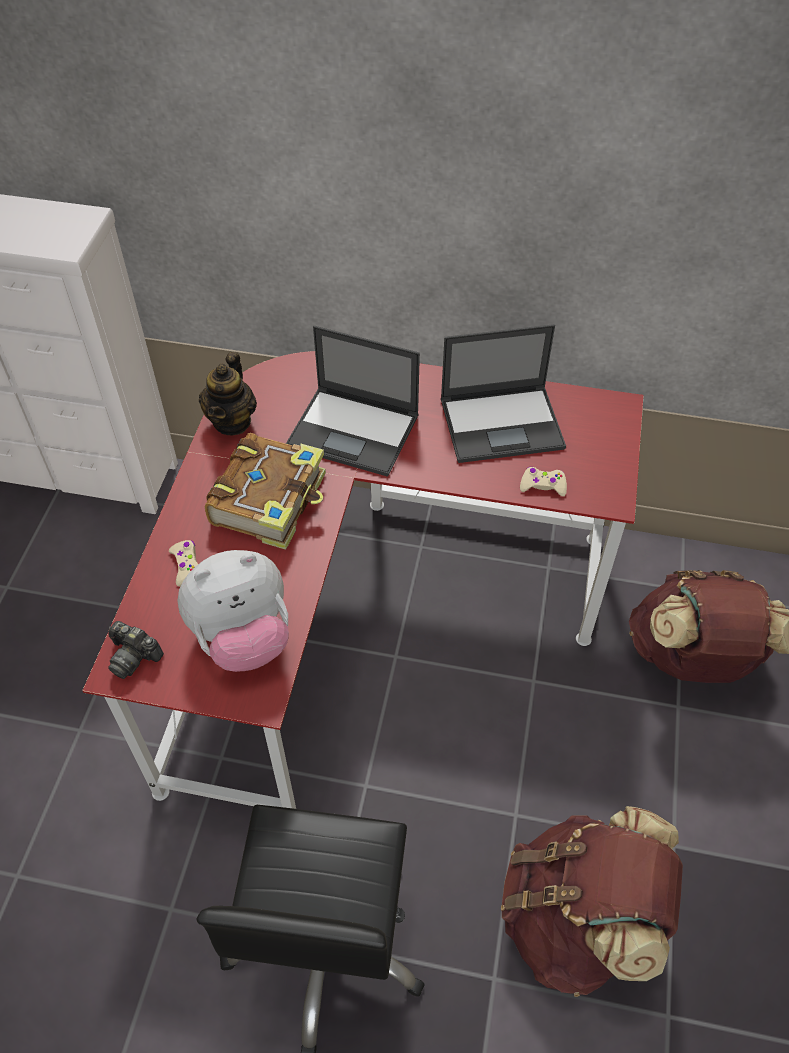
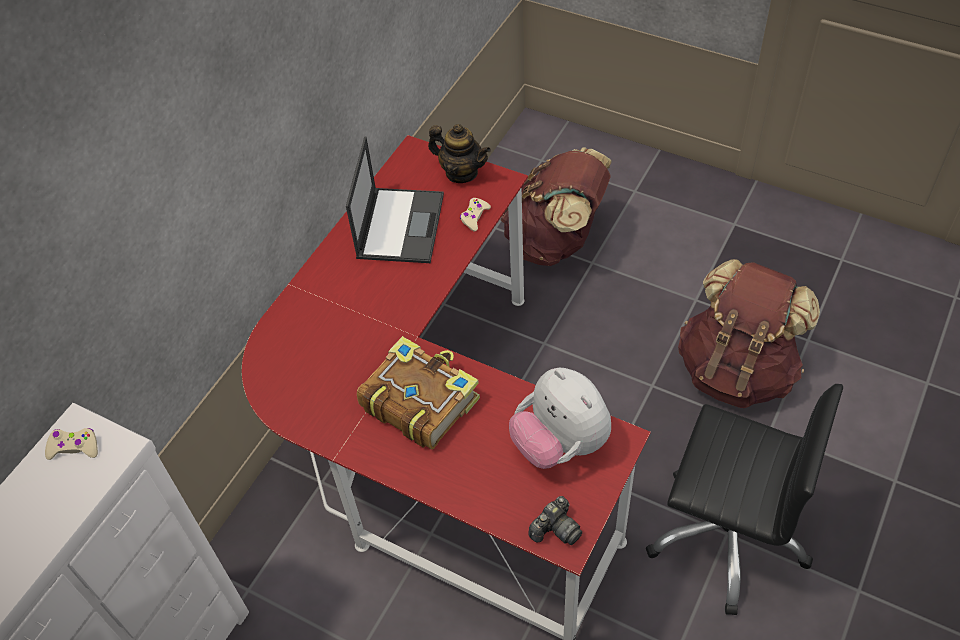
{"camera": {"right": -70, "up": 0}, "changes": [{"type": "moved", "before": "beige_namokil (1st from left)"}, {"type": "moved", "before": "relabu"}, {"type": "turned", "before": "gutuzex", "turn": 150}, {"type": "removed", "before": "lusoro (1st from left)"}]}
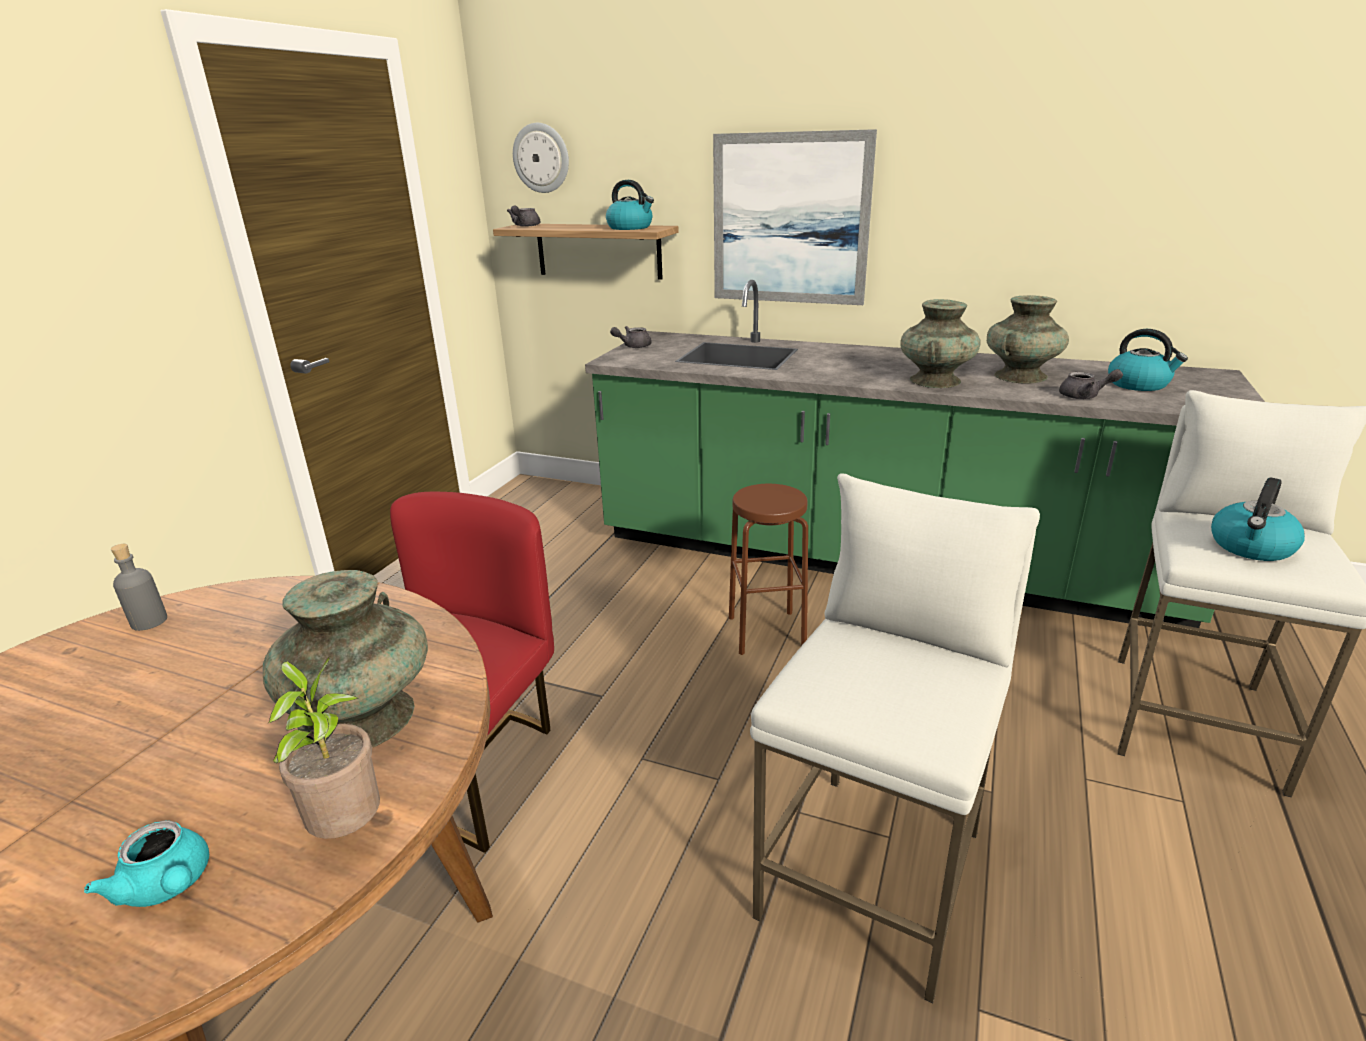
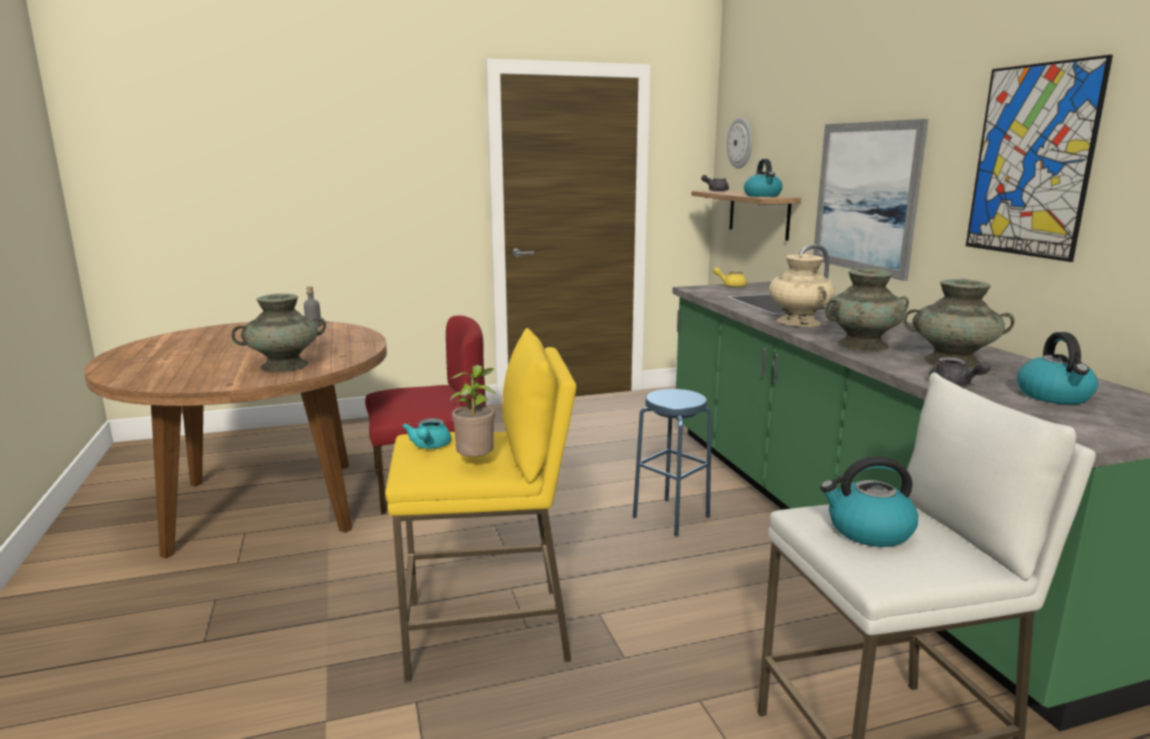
{"camera": {"right": 50, "up": -10}, "changes": [{"type": "recoloured", "before": "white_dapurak (1st from left)", "after": "yellow_dapurak"}, {"type": "moved", "before": "turquoise_relabu"}, {"type": "moved", "before": "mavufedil"}, {"type": "recoloured", "before": "brown_dapurak", "after": "blue_dapurak"}, {"type": "recoloured", "before": "grey_relabu (2nd from left)", "after": "yellow_relabu"}, {"type": "added", "after": "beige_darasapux"}, {"type": "added", "after": "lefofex (2nd from left)"}]}
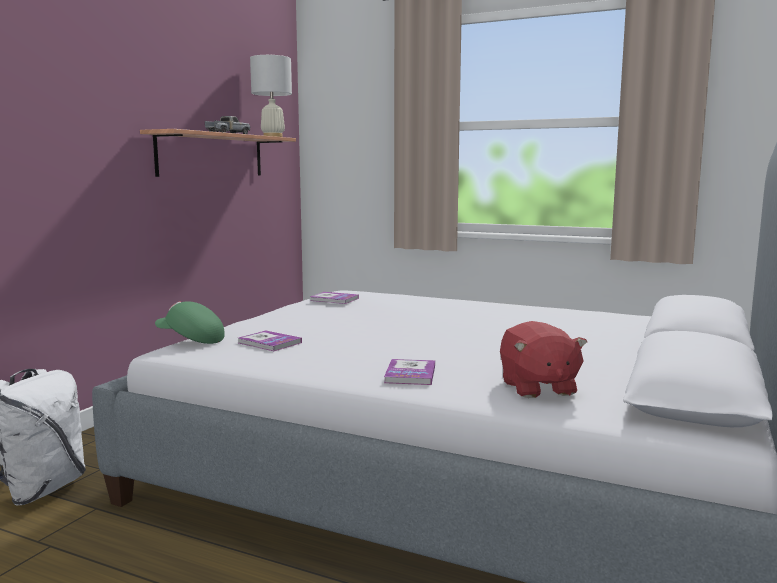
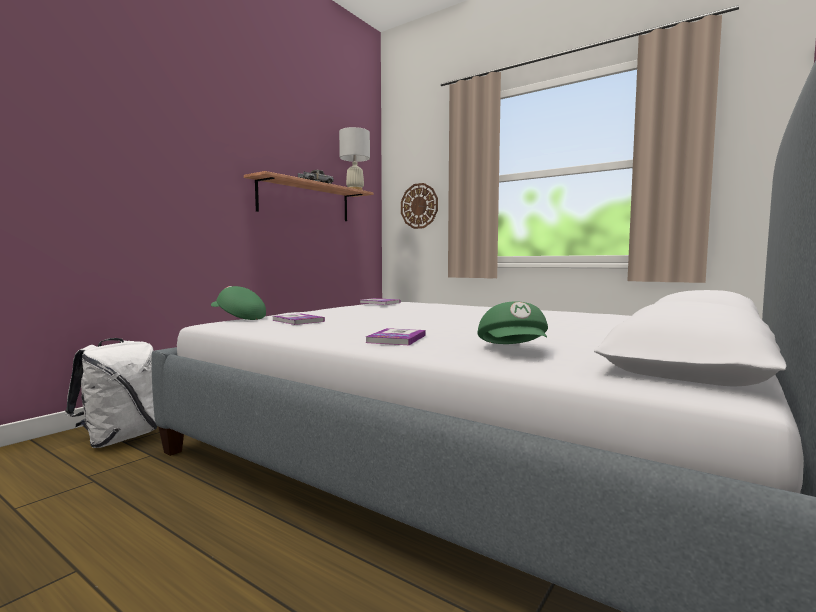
{"camera": {"right": 10, "up": -5}, "changes": [{"type": "added", "after": "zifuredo"}, {"type": "replaced", "before": "red_gutuzex", "after": "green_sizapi (2nd from left)"}]}
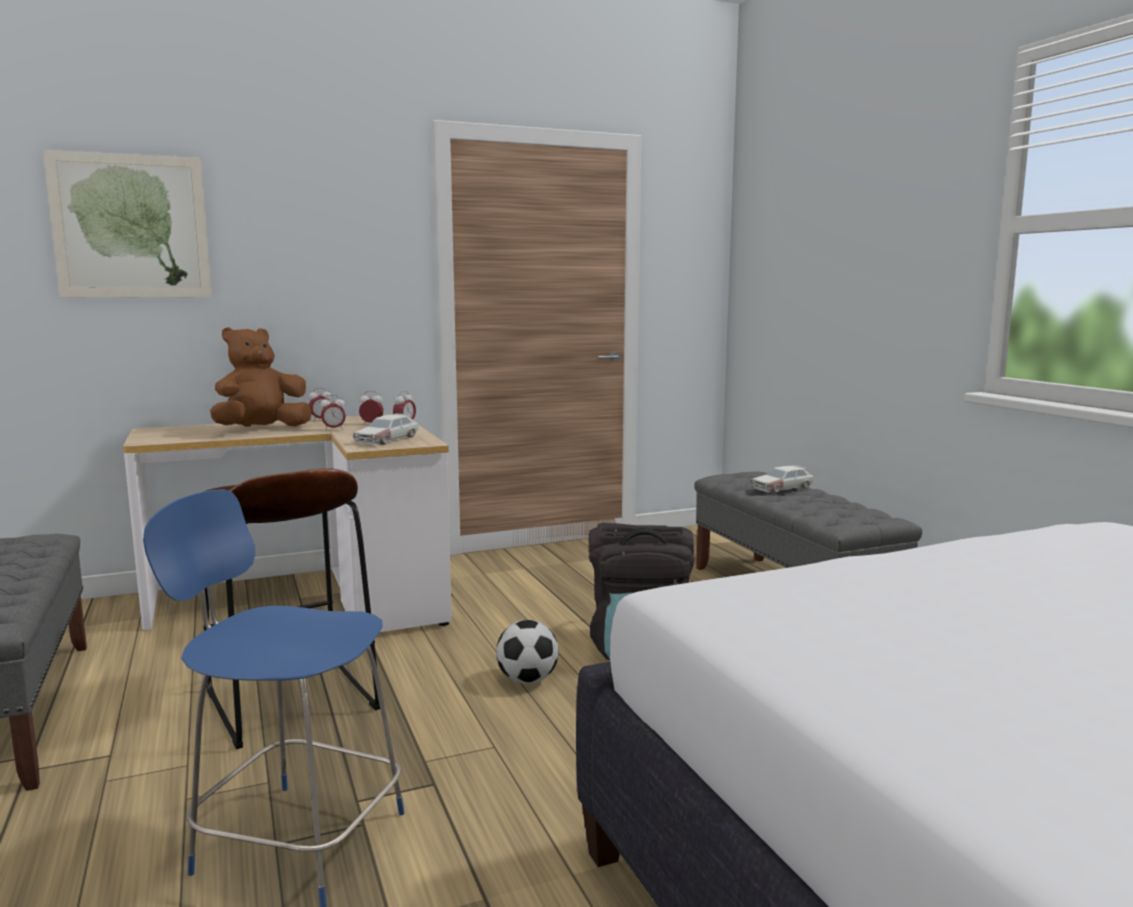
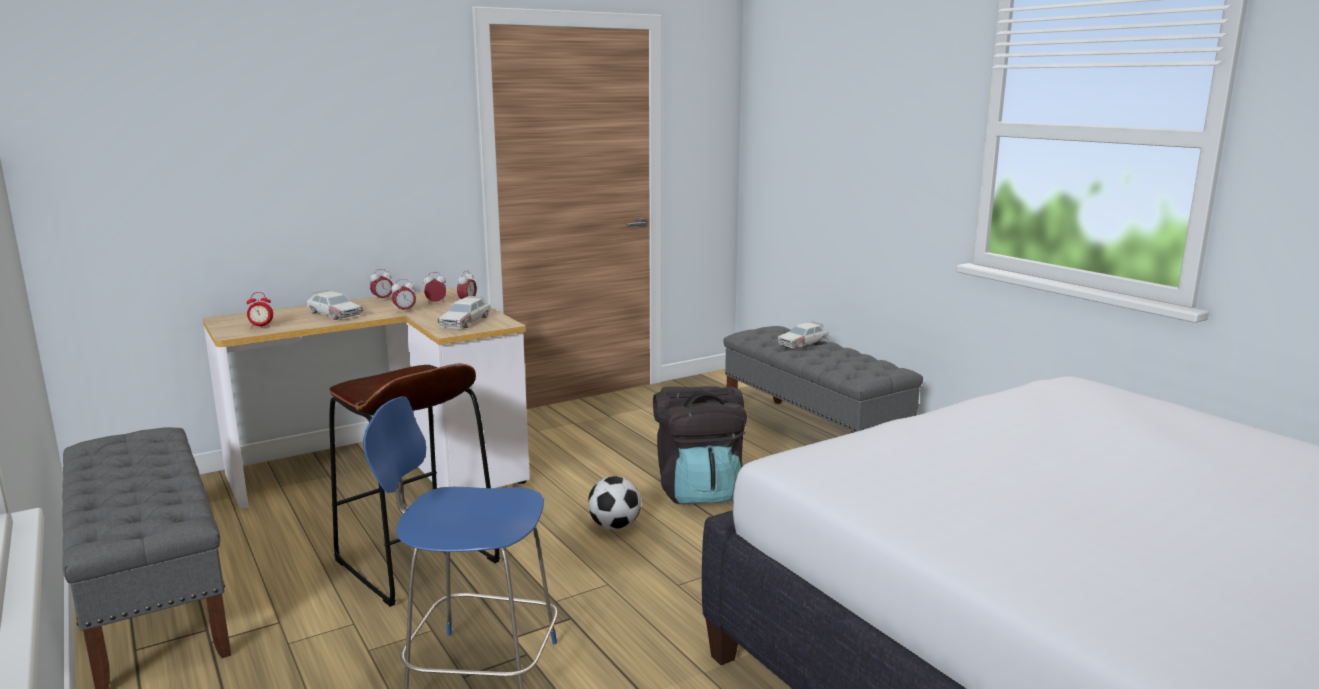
{"camera": {"right": -10, "up": 5}, "changes": [{"type": "added", "after": "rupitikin (1st from left)"}, {"type": "replaced", "before": "brown_gutuzex", "after": "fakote (1st from left)"}, {"type": "removed", "before": "lefofex"}]}
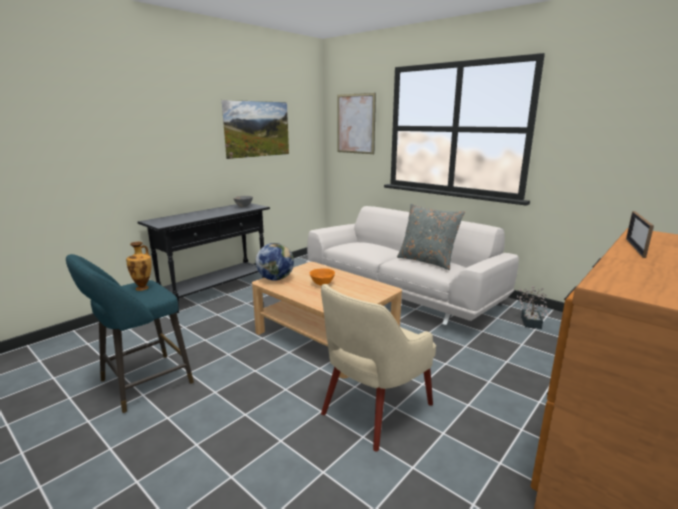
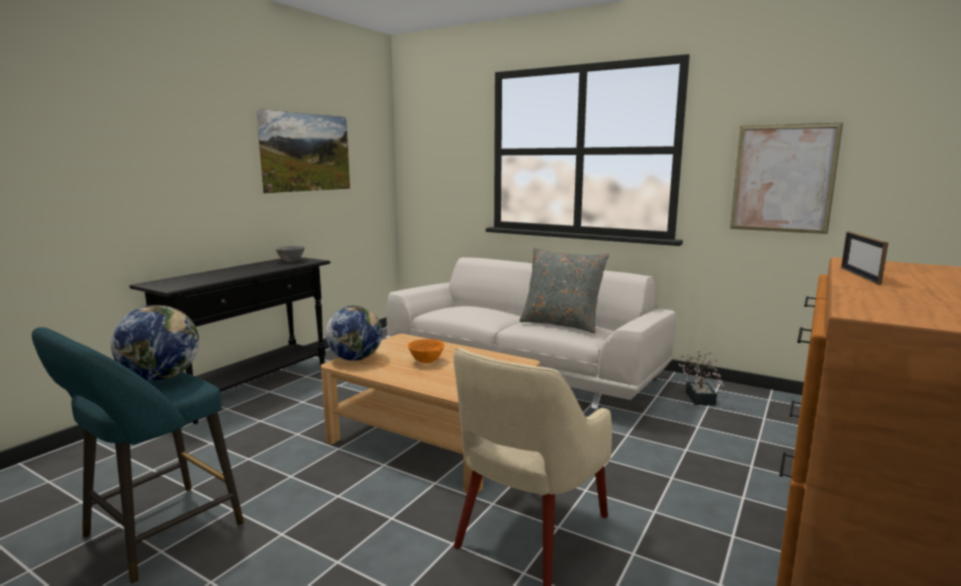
{"camera": {"right": -10, "up": -5}, "changes": [{"type": "replaced", "before": "darasapux", "after": "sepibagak (1st from left)"}, {"type": "moved", "before": "lefofex (2nd from left)"}]}
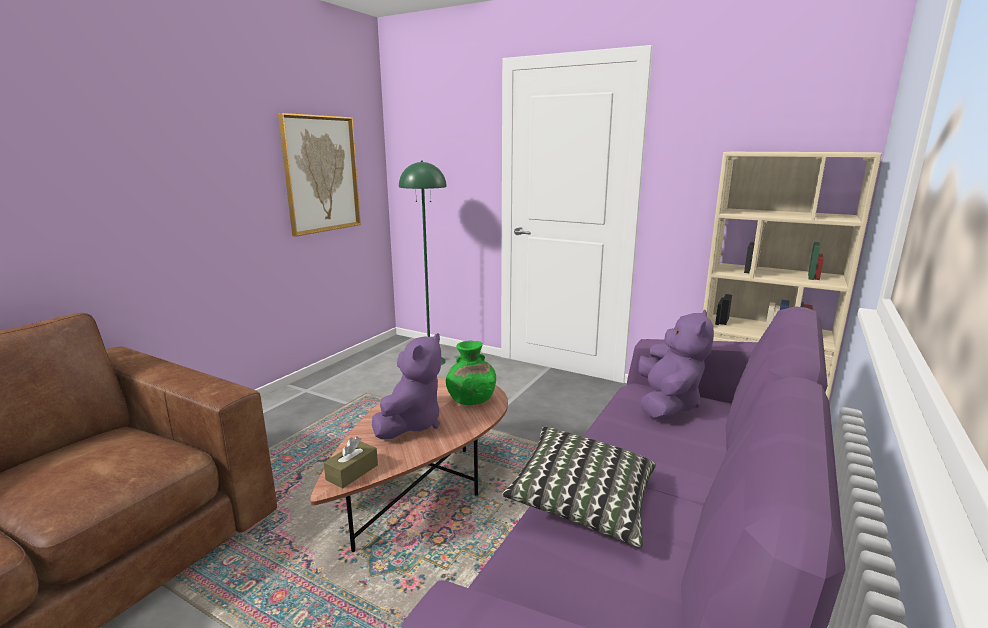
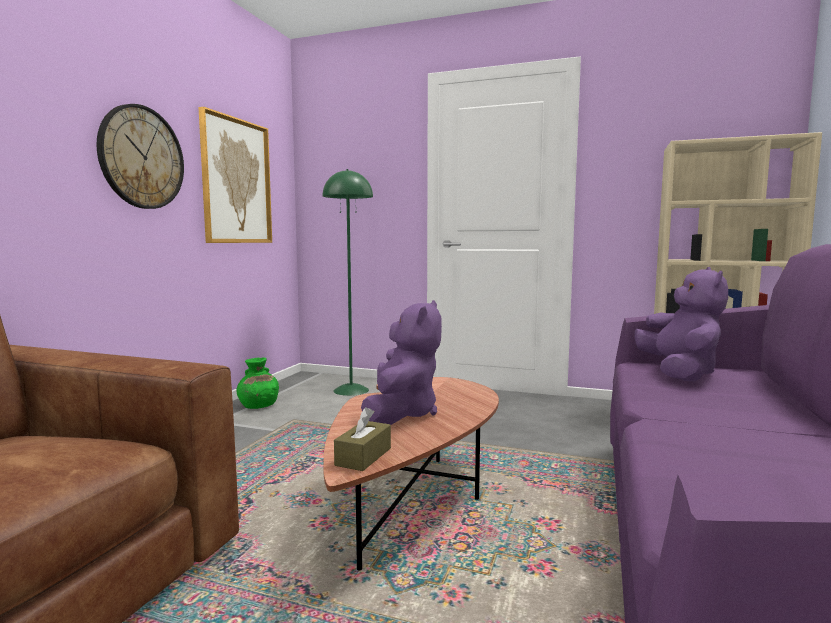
{"camera": {"right": -10, "up": -10}, "changes": [{"type": "added", "after": "zifuredo"}, {"type": "moved", "before": "green_darasapux"}, {"type": "removed", "before": "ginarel"}]}
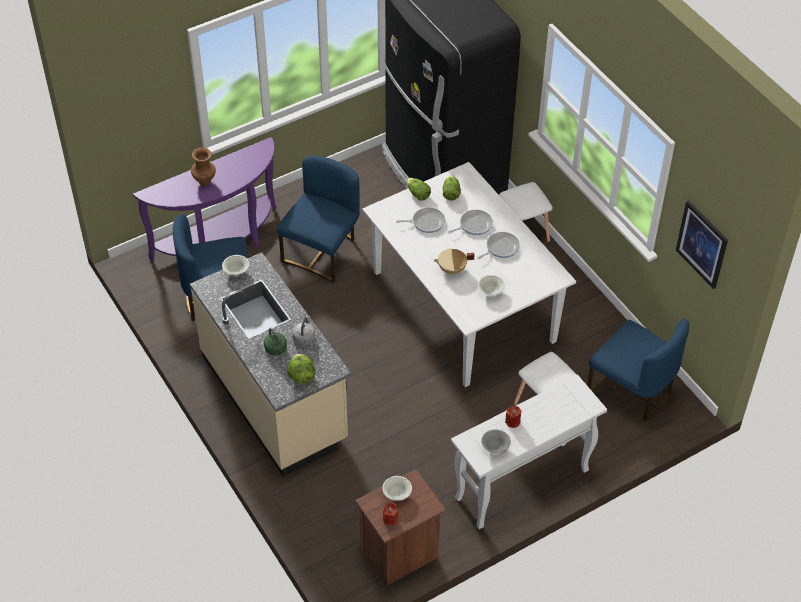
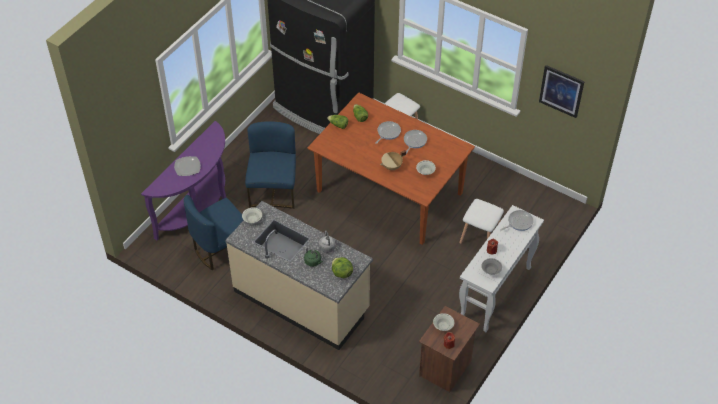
{"camera": {"right": -25, "up": 0}, "changes": [{"type": "replaced", "before": "brown_darasapux", "after": "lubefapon"}, {"type": "recoloured", "before": "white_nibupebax", "after": "brown_nibupebax"}, {"type": "moved", "before": "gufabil (1st from left in the first image)", "after": "gufabil (3rd from left)"}, {"type": "removed", "before": "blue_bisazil (3rd from left)"}]}
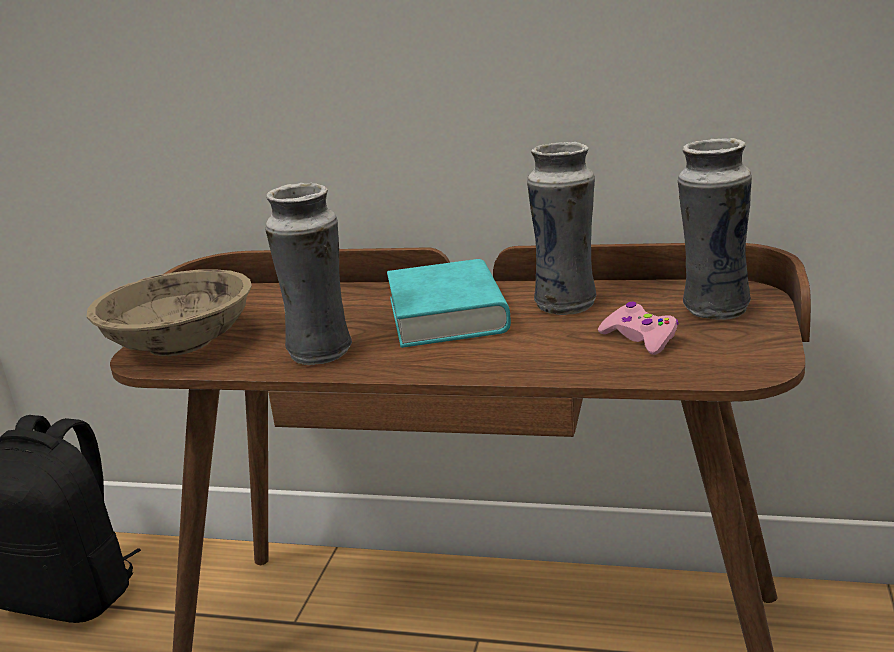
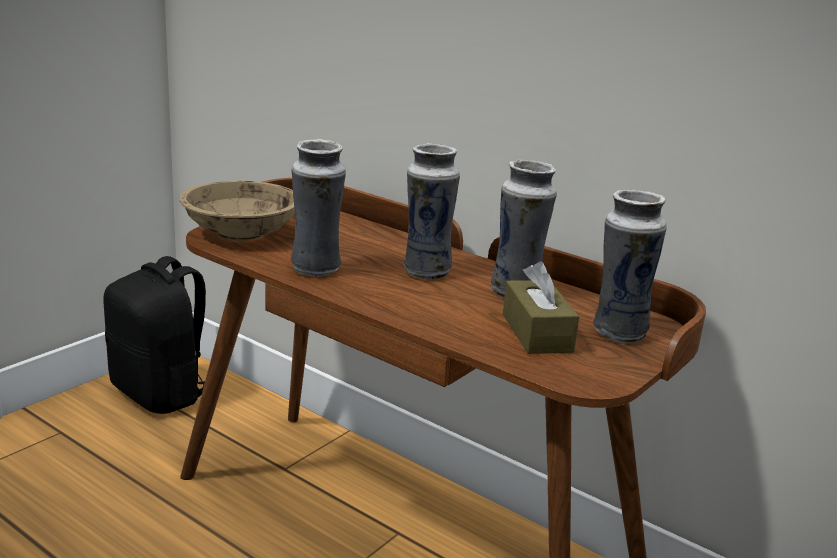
{"camera": {"right": 20, "up": 0}, "changes": [{"type": "replaced", "before": "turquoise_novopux", "after": "darasapux (2nd from left)"}, {"type": "replaced", "before": "pink_namokil", "after": "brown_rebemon"}]}
